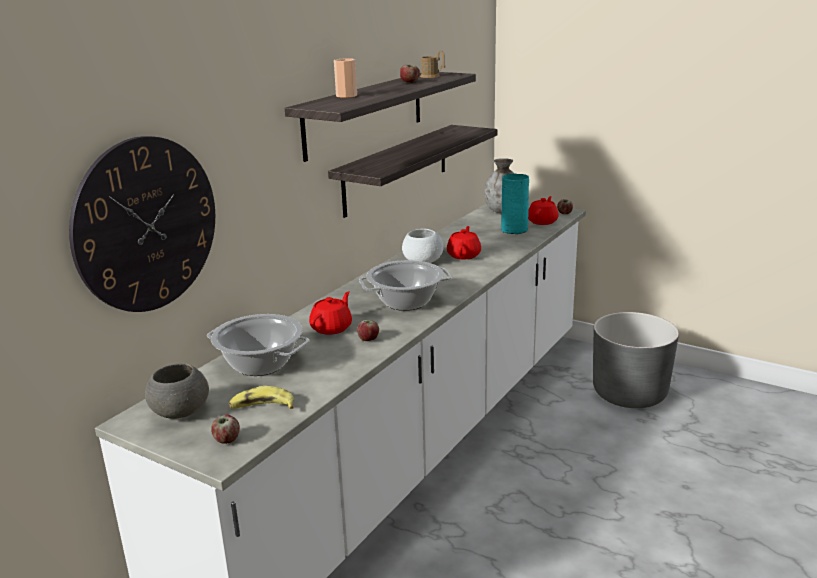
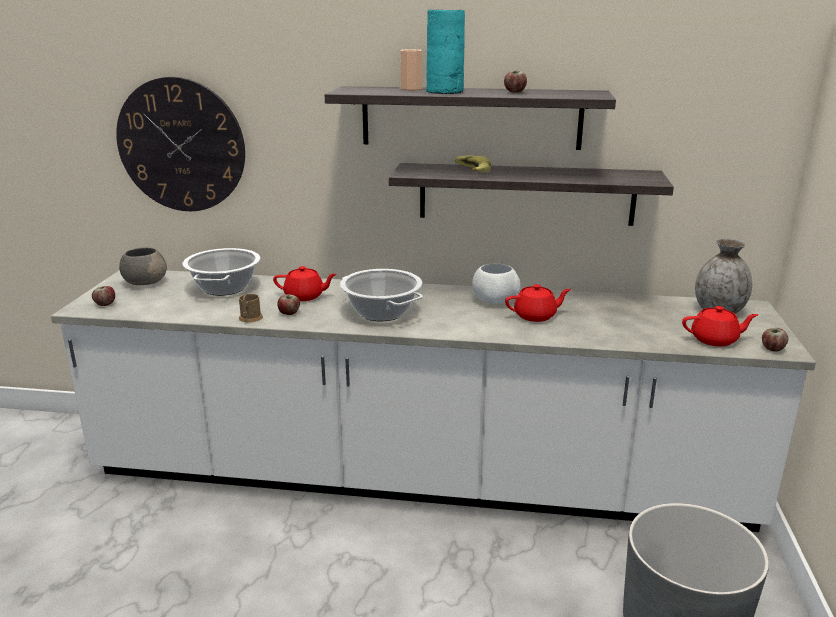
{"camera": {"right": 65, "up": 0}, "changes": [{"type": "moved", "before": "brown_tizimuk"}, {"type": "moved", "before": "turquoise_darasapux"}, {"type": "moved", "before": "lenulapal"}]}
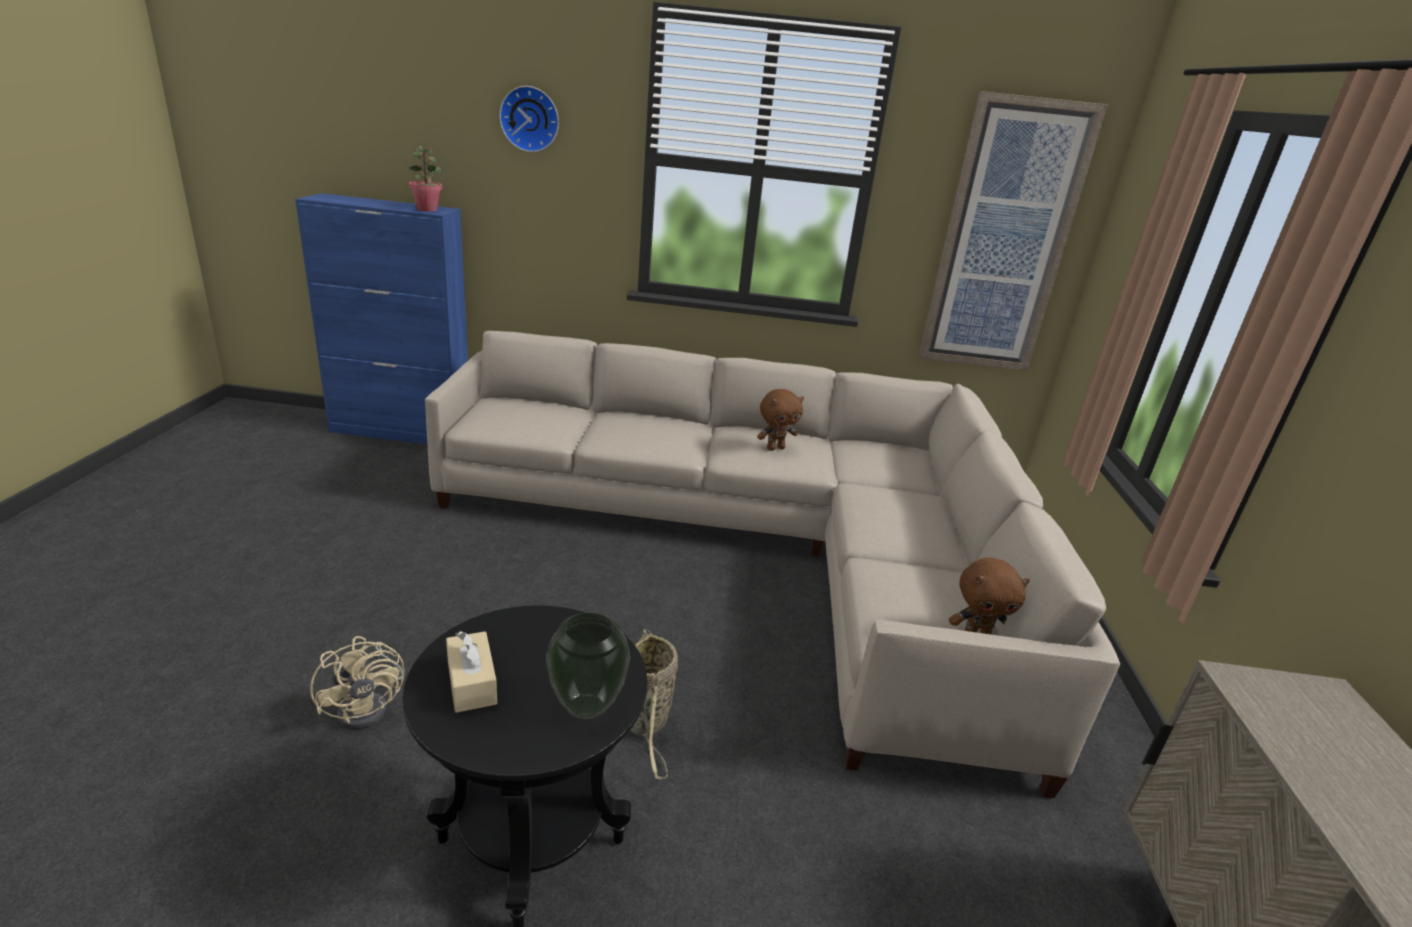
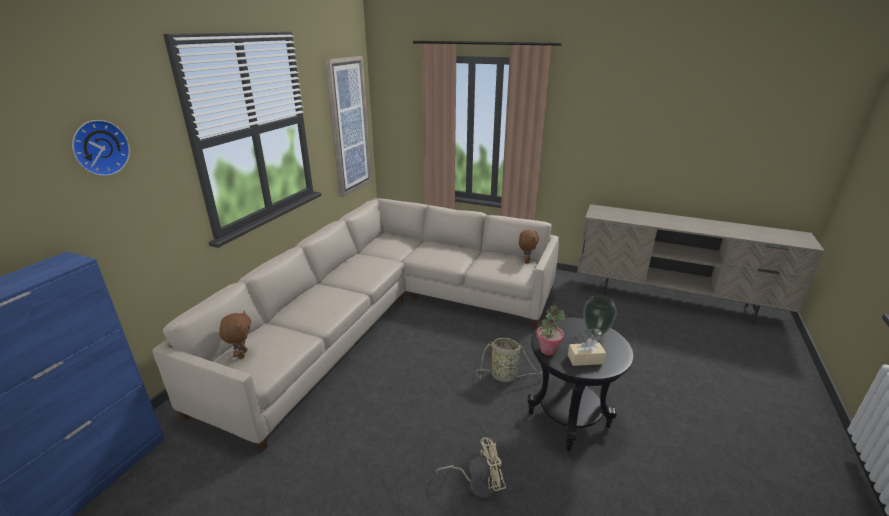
{"camera": {"right": -70, "up": 0}, "changes": [{"type": "moved", "before": "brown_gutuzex (1st from left)"}, {"type": "moved", "before": "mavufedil"}]}
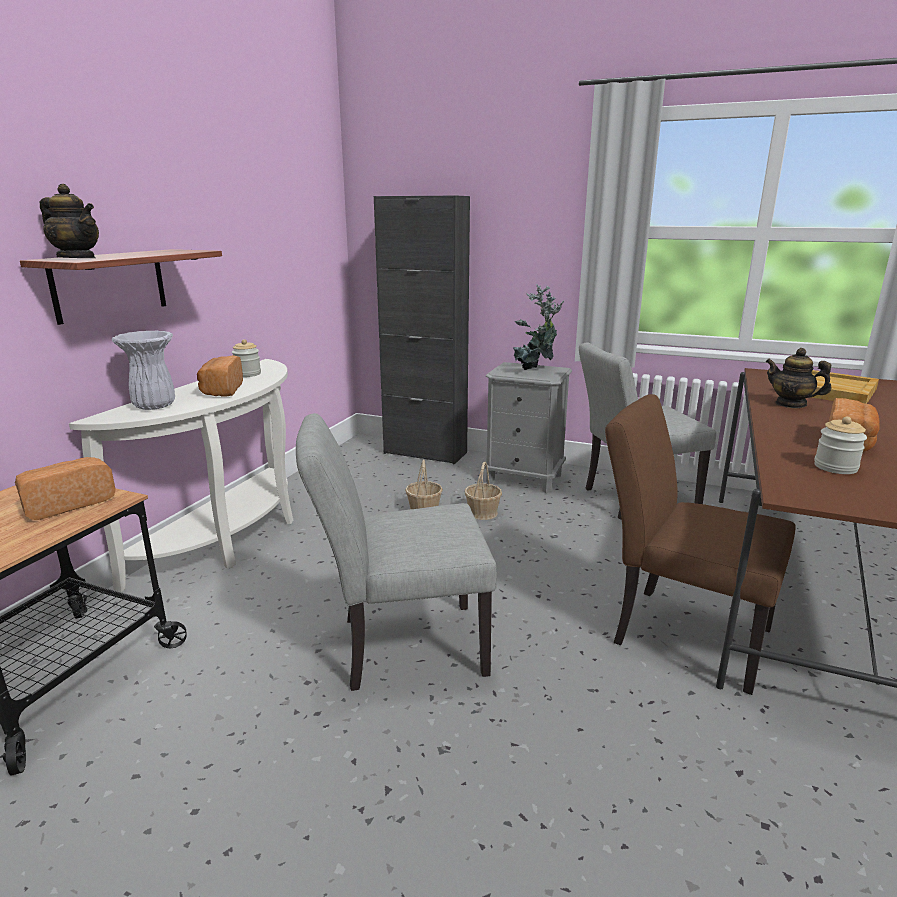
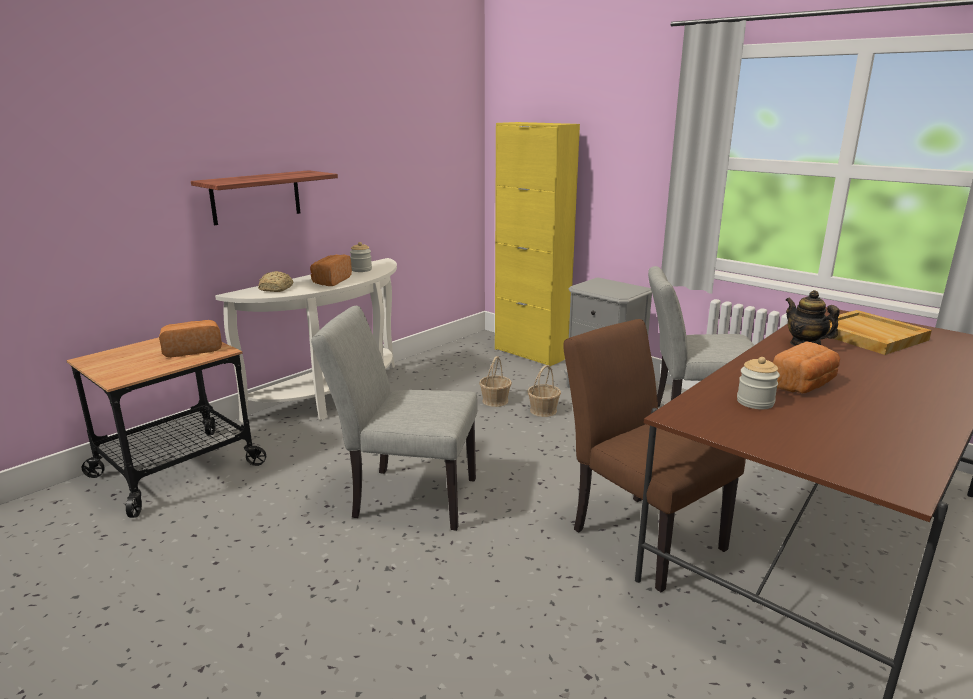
{"camera": {"right": 20, "up": 0}, "changes": [{"type": "replaced", "before": "white_darasapux", "after": "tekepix (2nd from left)"}, {"type": "recoloured", "before": "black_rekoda", "after": "yellow_rekoda"}, {"type": "removed", "before": "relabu (1st from left)"}, {"type": "removed", "before": "mavufedil"}]}
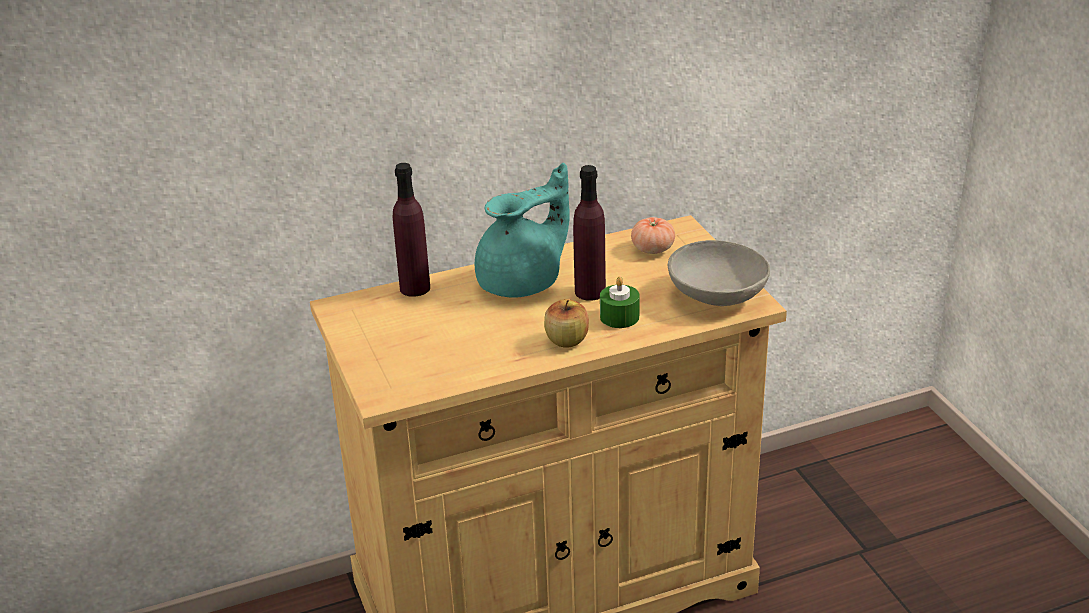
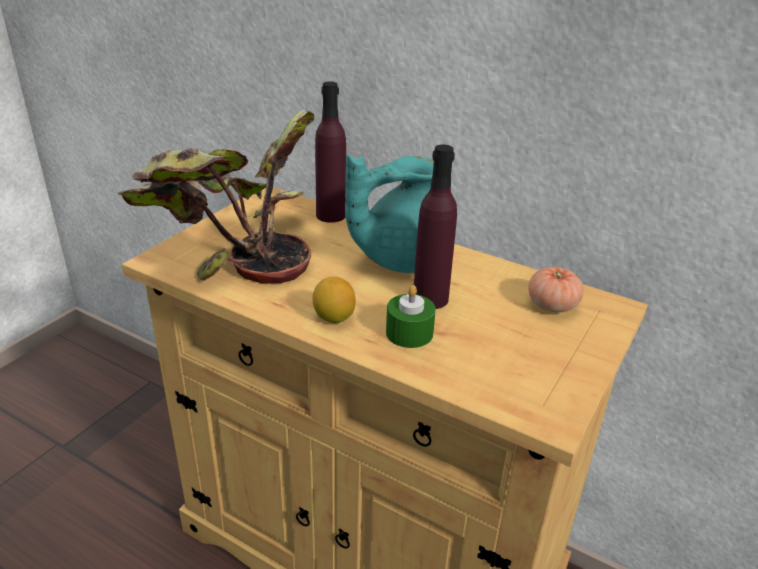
{"camera": {"right": 50, "up": 0}, "changes": [{"type": "added", "after": "mavufedil"}, {"type": "replaced", "before": "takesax", "after": "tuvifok"}, {"type": "turned", "before": "turquoise_relabu", "turn": 135}, {"type": "removed", "before": "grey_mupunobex"}]}
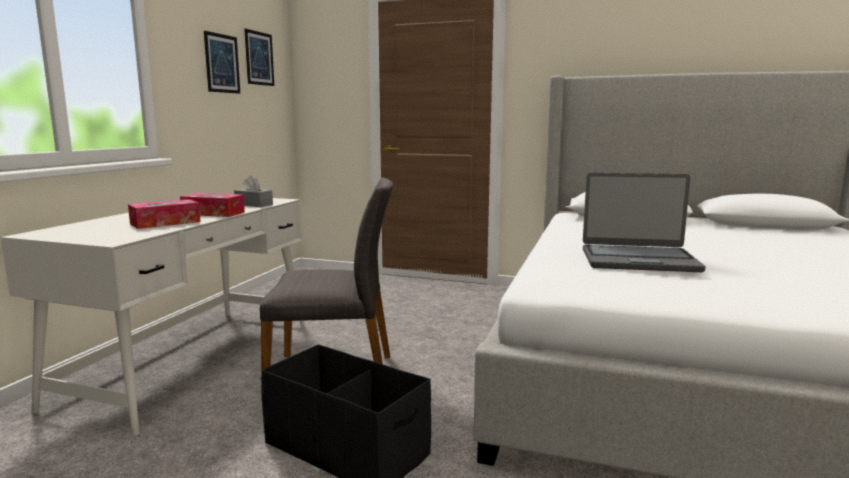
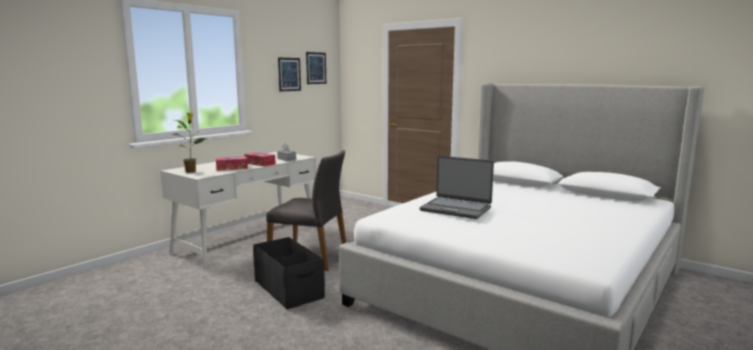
{"camera": {"right": 20, "up": 0}, "changes": [{"type": "added", "after": "mavufedil"}]}
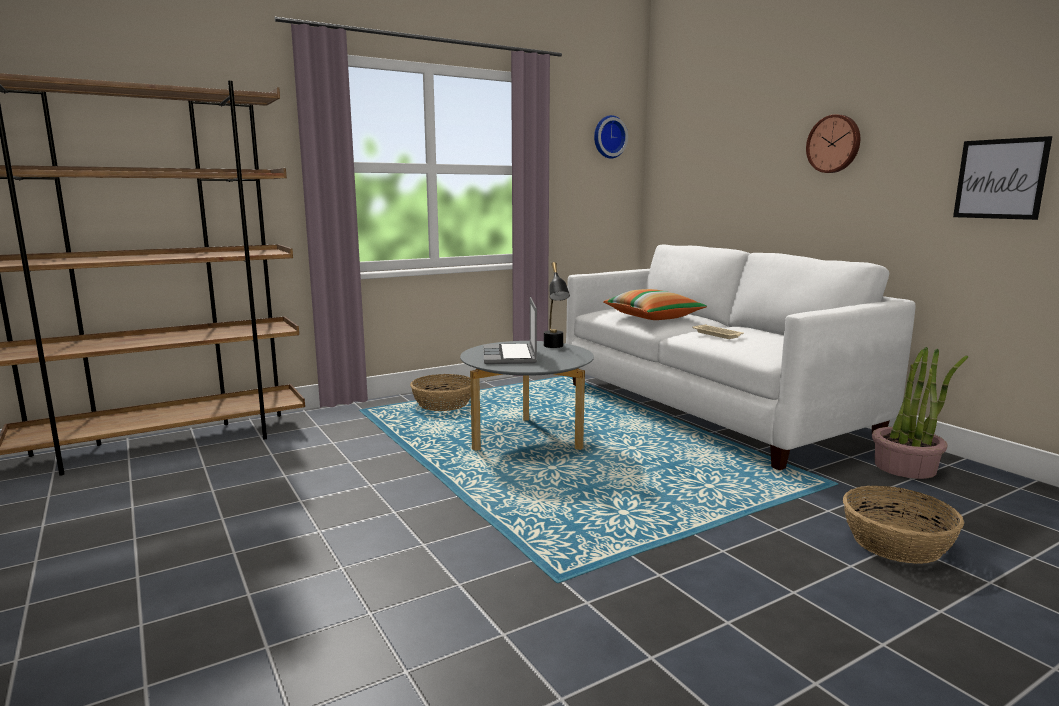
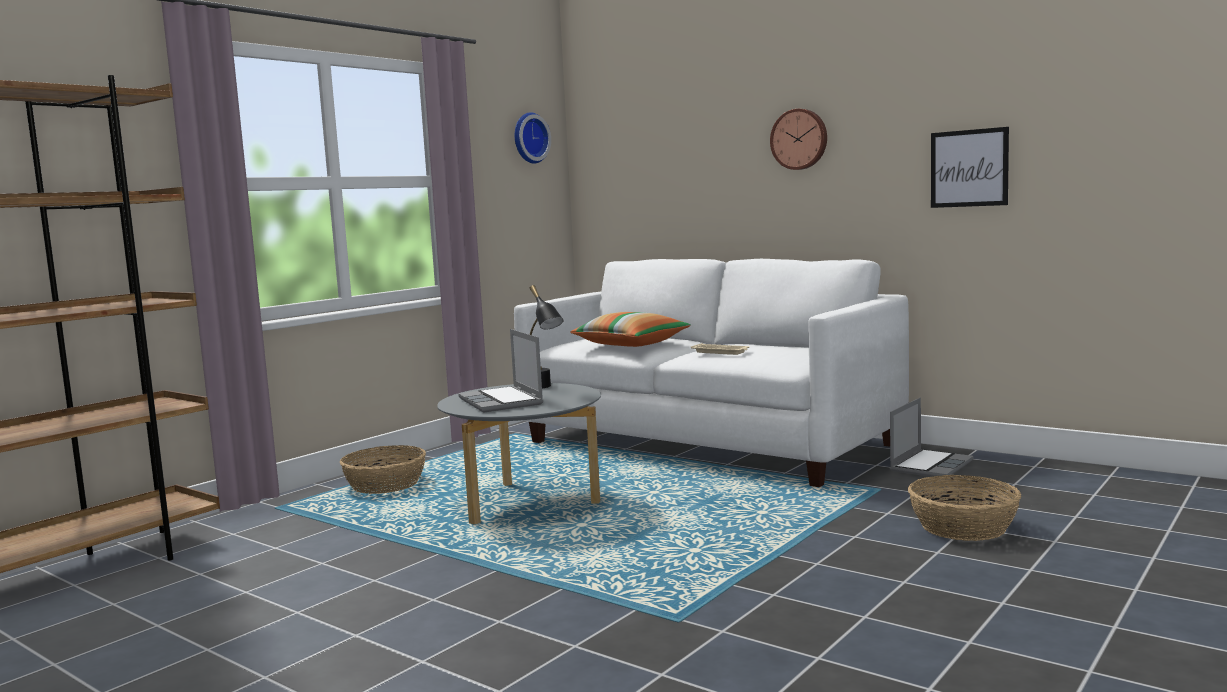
{"camera": {"right": -20, "up": -5}, "changes": [{"type": "replaced", "before": "mavufedil", "after": "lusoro (2nd from left)"}]}
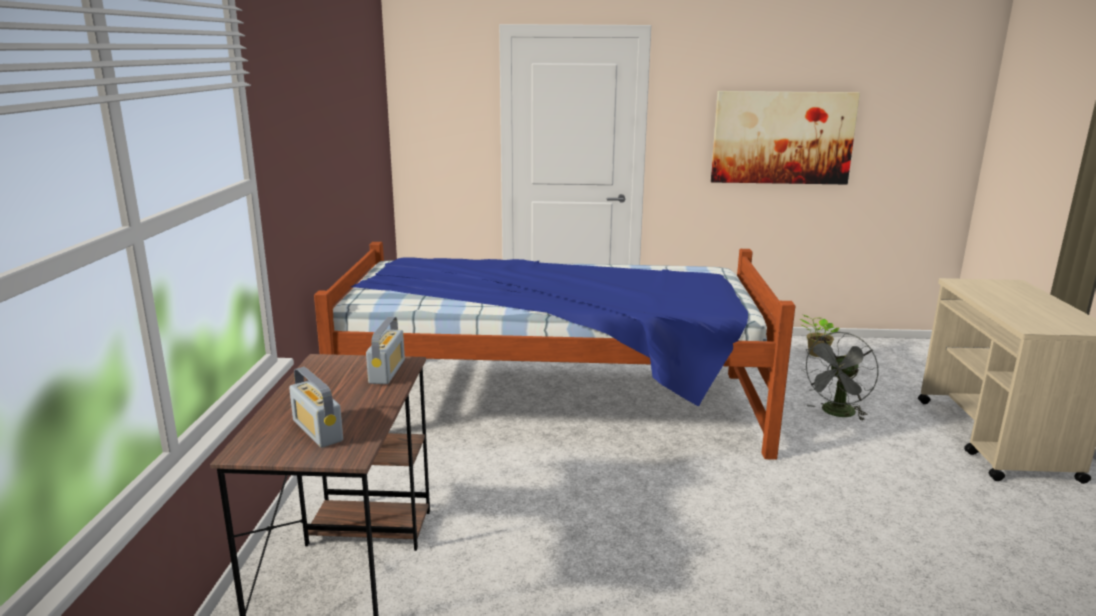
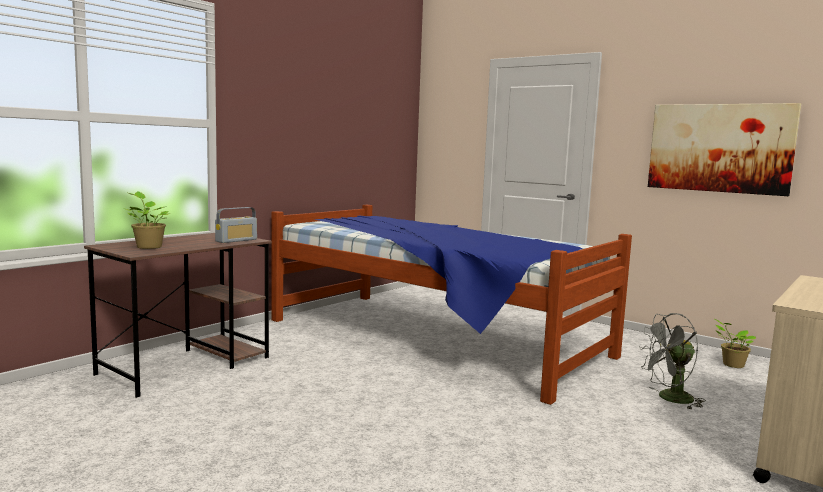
{"camera": {"right": 35, "up": -10}, "changes": [{"type": "replaced", "before": "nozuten (1st from left)", "after": "mavufedil (1st from left)"}]}
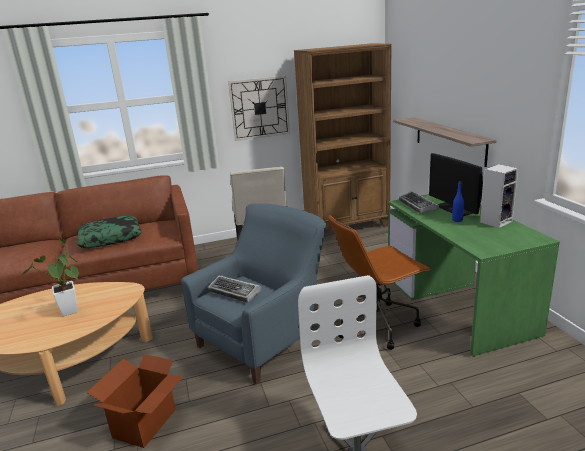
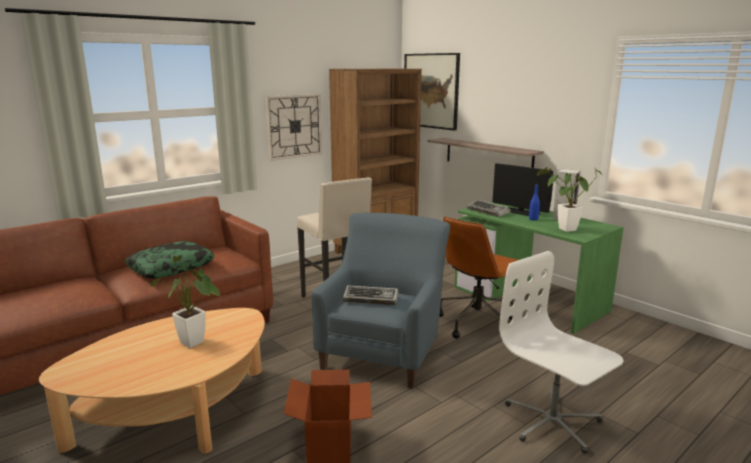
{"camera": {"right": -25, "up": -5}, "changes": [{"type": "added", "after": "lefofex"}, {"type": "added", "after": "mavufedil (2nd from left)"}]}
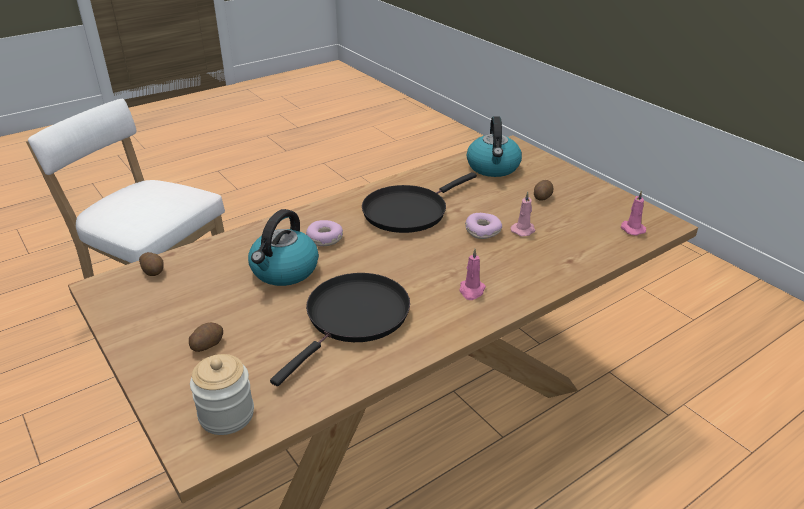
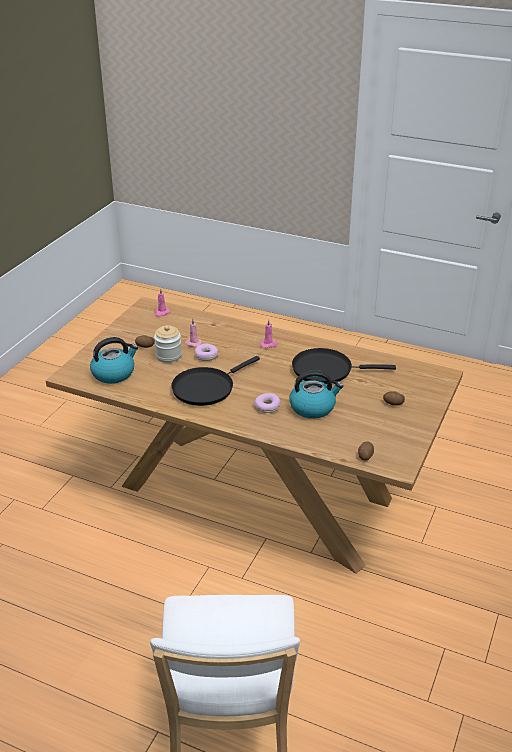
{"camera": {"right": -120, "up": 0}, "changes": [{"type": "moved", "before": "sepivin"}, {"type": "turned", "before": "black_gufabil (2nd from left in the first image)", "turn": 120}]}
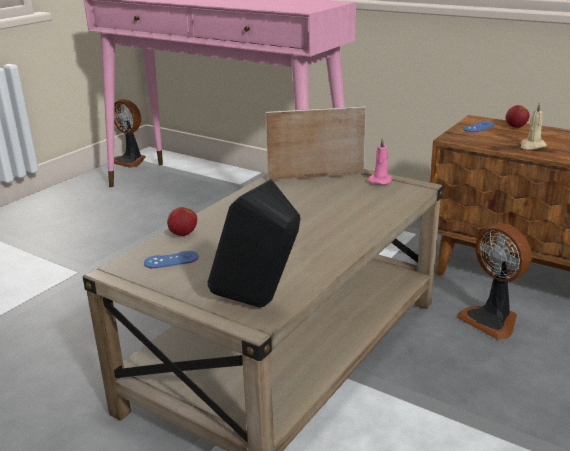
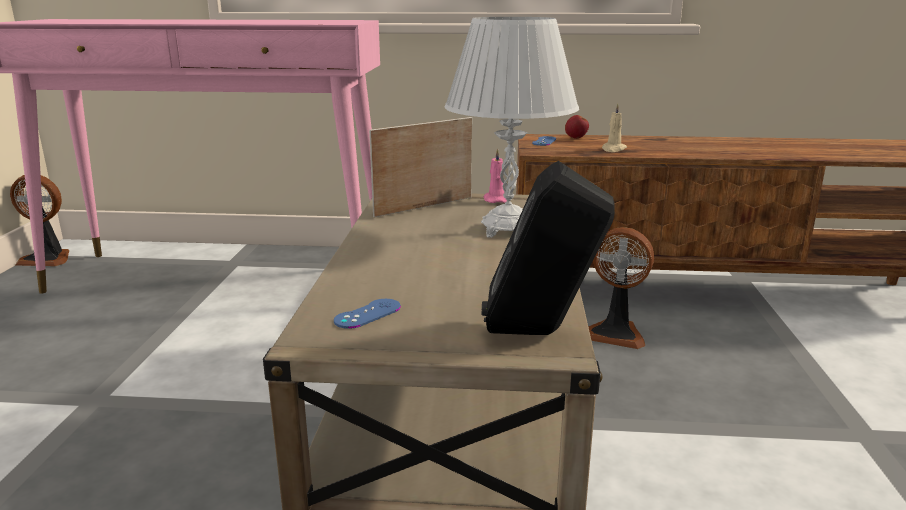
{"camera": {"right": -30, "up": -5}, "changes": [{"type": "added", "after": "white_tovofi"}, {"type": "removed", "before": "takesax (1st from left)"}]}
